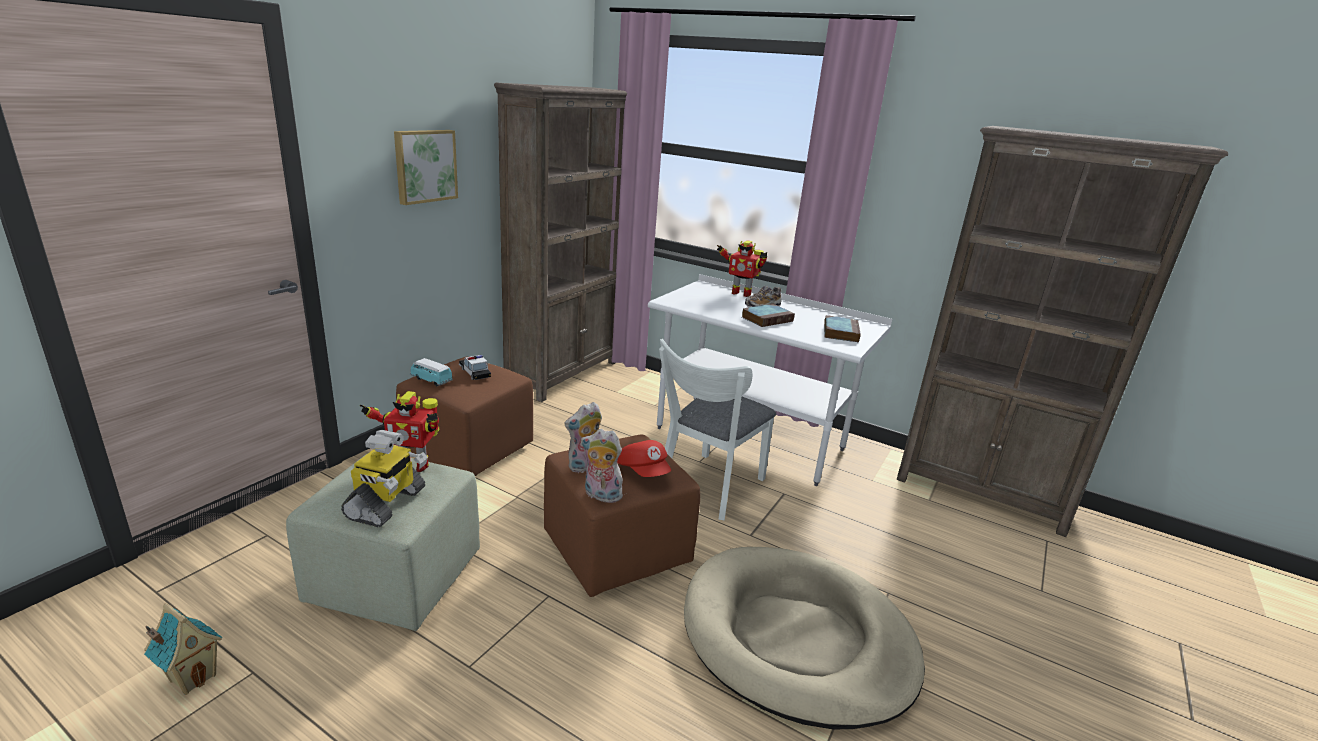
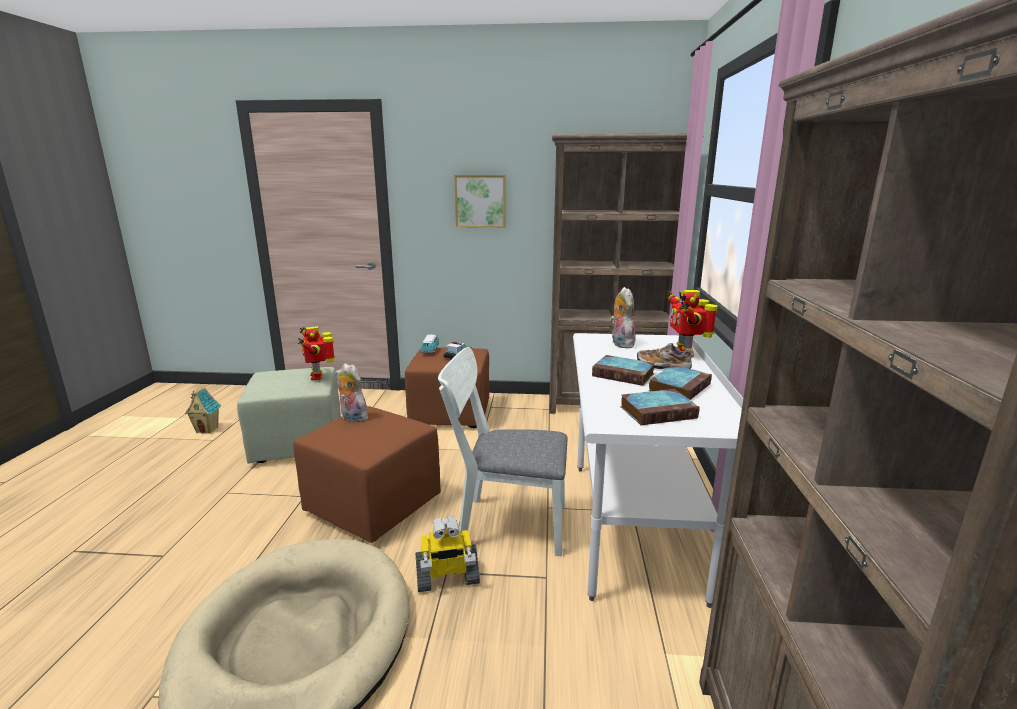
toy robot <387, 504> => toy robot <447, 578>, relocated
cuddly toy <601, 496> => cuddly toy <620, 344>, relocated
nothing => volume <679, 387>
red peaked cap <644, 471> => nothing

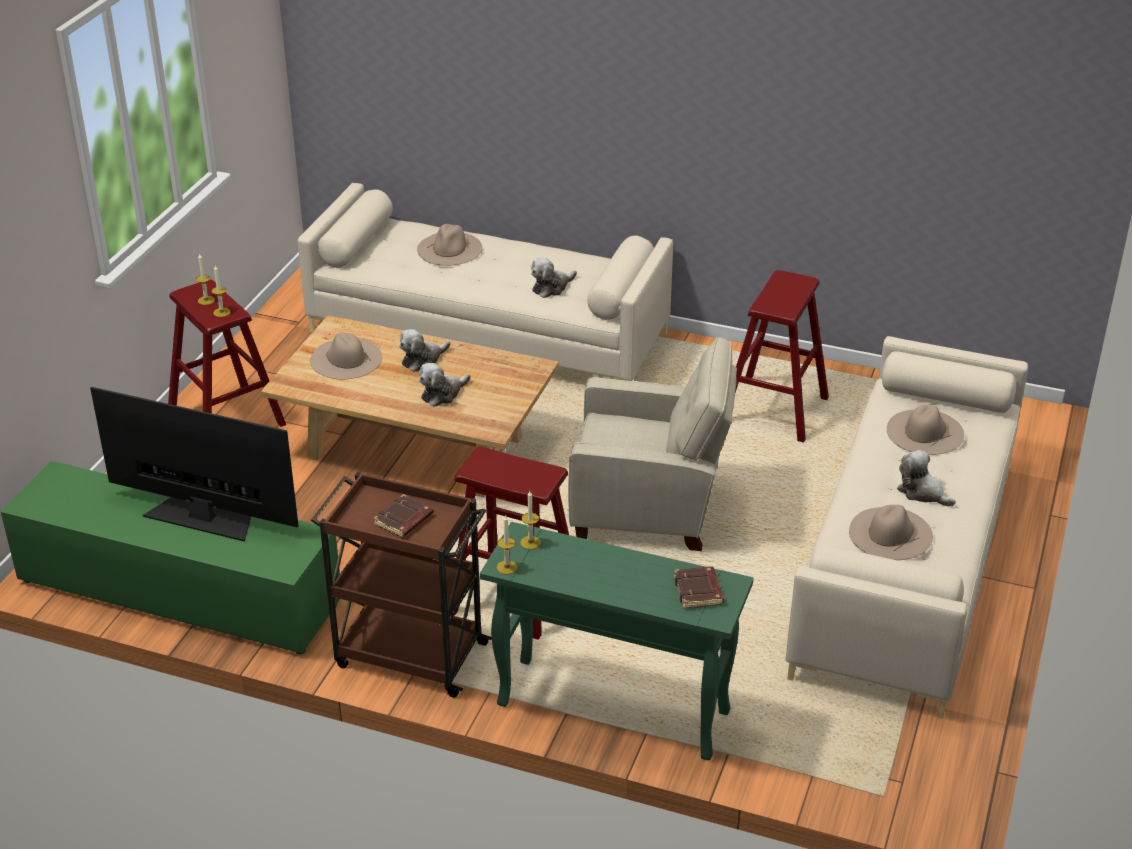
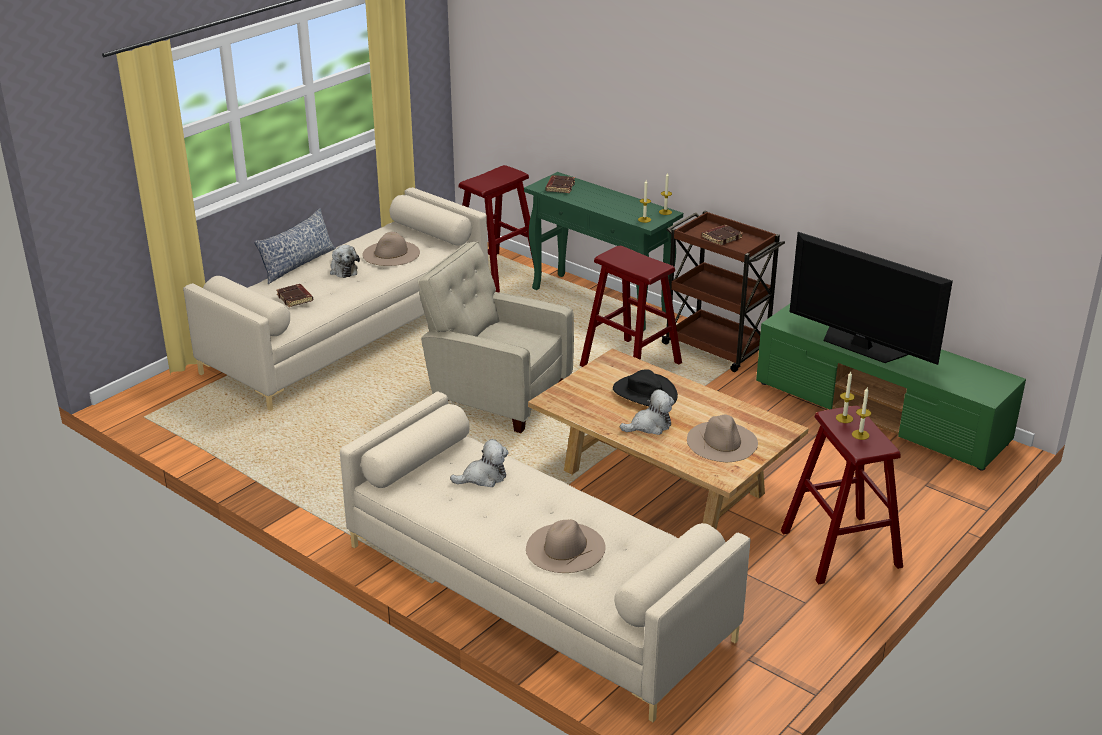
nothing => pillow <297, 264>
beige-coloured wearable hat <925, 432> => brownish volume <295, 298>
red stool seat <774, 410> => red stool seat <496, 273>, relocated
cuddly toy <442, 394> => black wearable hat <644, 393>

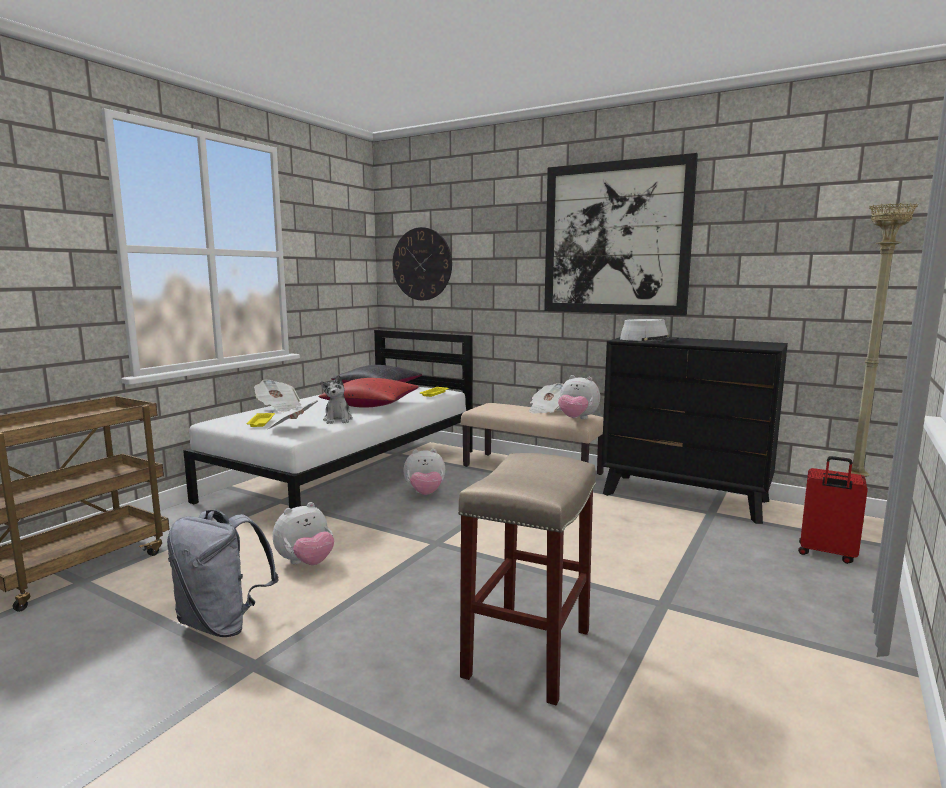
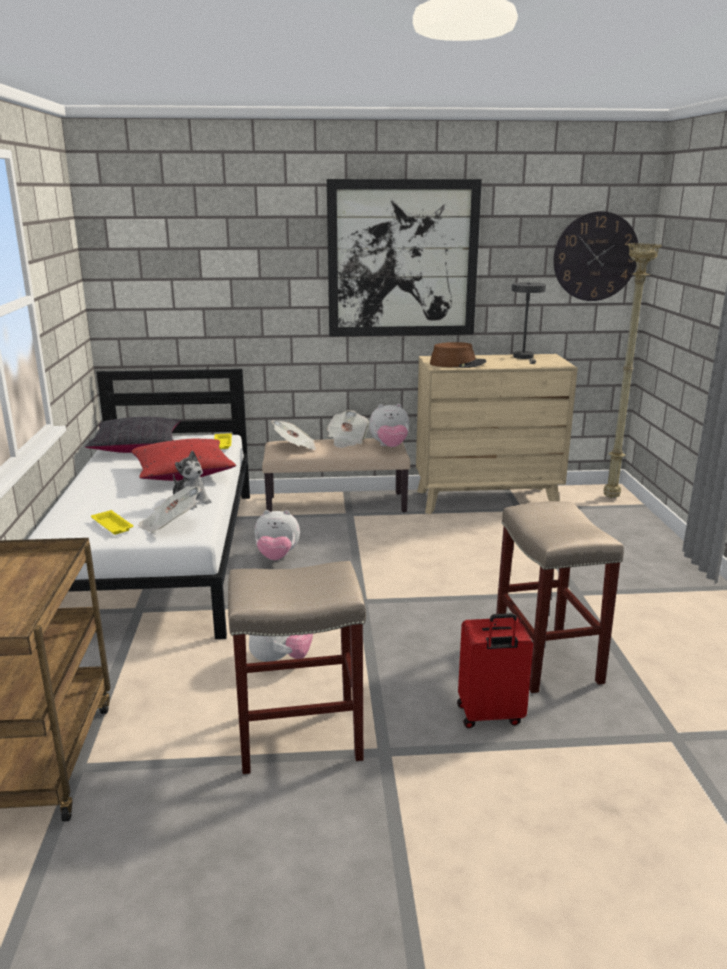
gray rucksack <223, 623> => beige-coloured stool seat <301, 736>
cuddly toy <425, 494> => cuddly toy <277, 557>, 45 degrees clockwise
daily paper <278, 407> => daily paper <295, 447>, relocated
black dresser <684, 497> => beige-coloured dresser <487, 500>
gray wearable hat <649, 340> => brownish wearable hat <457, 363>
red piece of luggage <826, 554> => red piece of luggage <490, 716>, relocated
nothing => gray table lamp <524, 357>
clock on the wall <422, 264> => clock on the wall <595, 256>, relocated

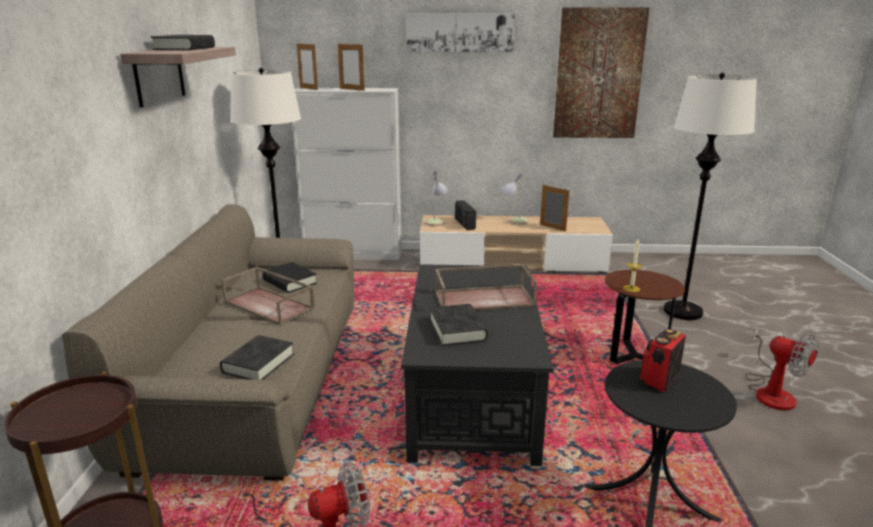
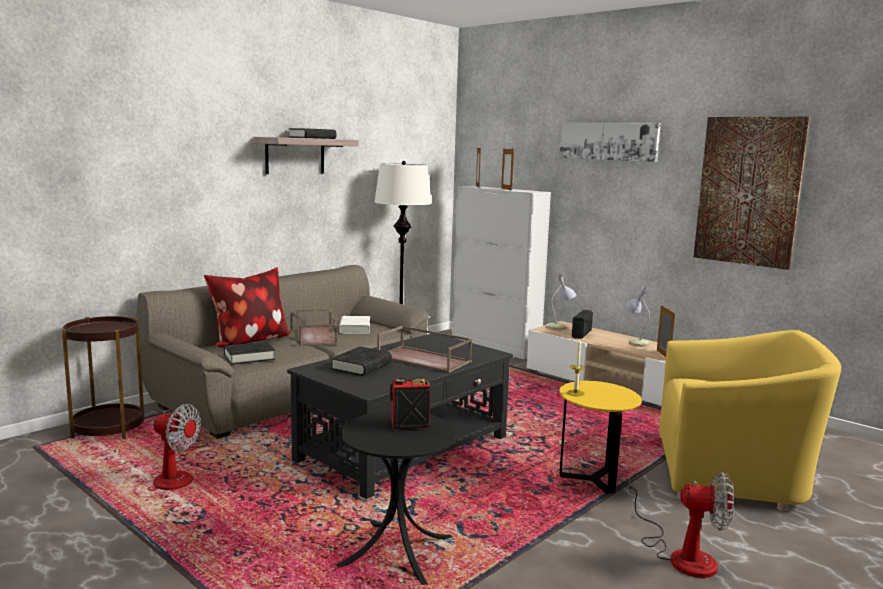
nothing => pillow <249, 341>
black volume <290, 282> => white-coloured volume <354, 329>
brownish accent table <634, 356> => yellow-coloured accent table <593, 480>
cooling fan <771, 392> => cooling fan <681, 555>, 75 degrees counterclockwise
white-coloured standard lamp <683, 311> => yellow-coloured easy chair <731, 473>

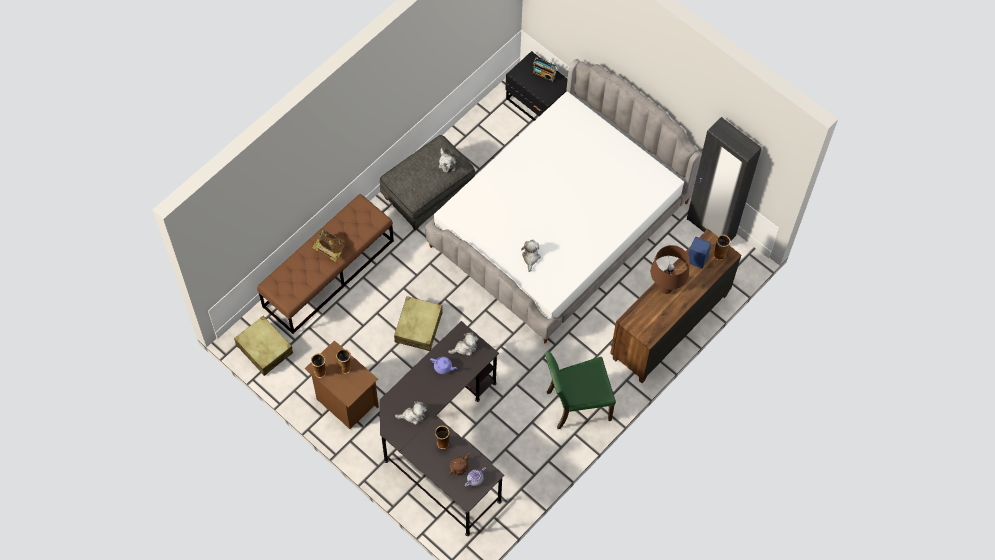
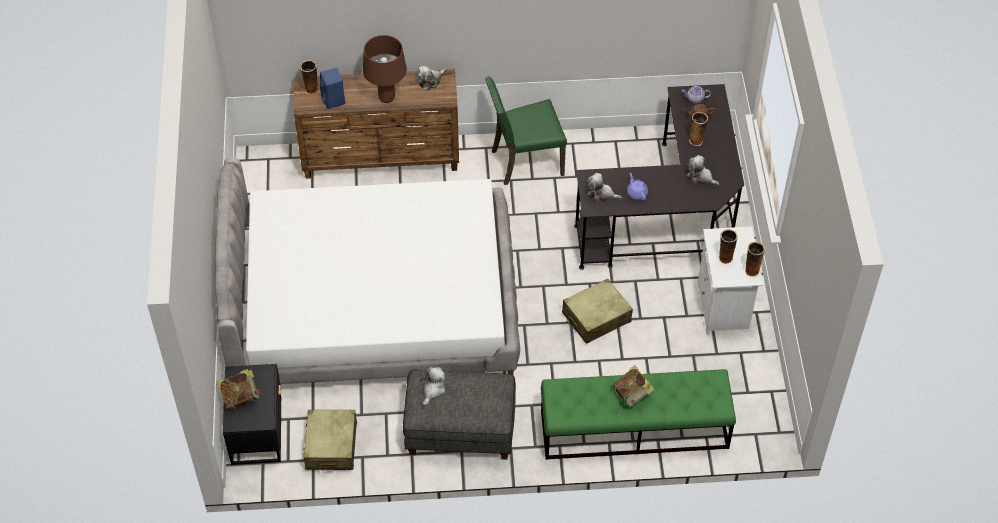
radio receiver <544, 75> => volume <241, 397>
beige-coloured piece of luggage <264, 349> => beige-coloured piece of luggage <331, 446>, relocated
cuddly toy <530, 257> => cuddly toy <431, 81>, relocated
green plain chair <576, 404> => green plain chair <525, 161>, 135 degrees clockwise
brownish bench <329, 273> => green bench <633, 430>
brownish bedside table <345, 402> => white-coloured bedside table <724, 307>
black armoire <710, 228> => nothing

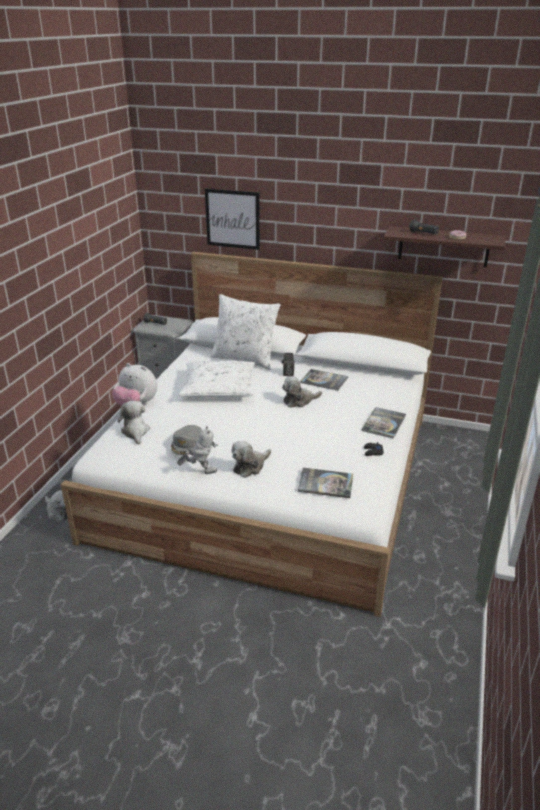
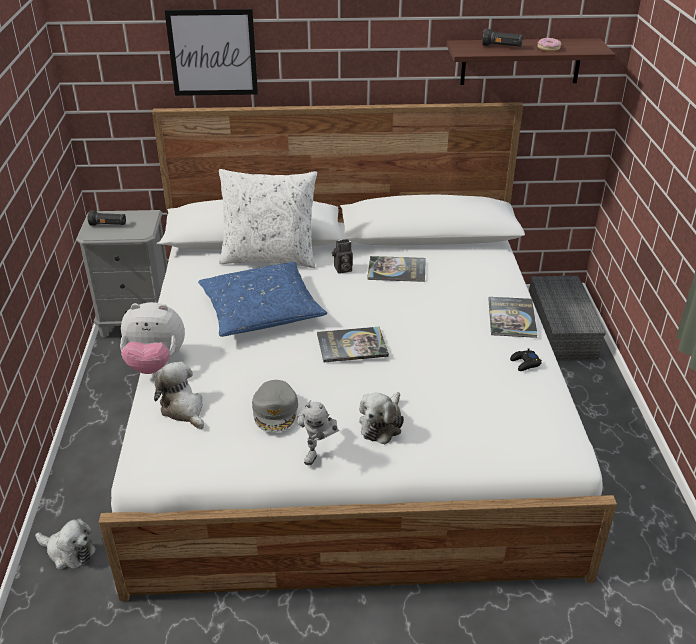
white-coloured pillow <218, 388> => blue pillow <261, 310>
toy robot <200, 472> => toy robot <318, 451>, 135 degrees clockwise
volume <325, 483> => volume <352, 345>, relocated
nothing => gray storage box <559, 329>
cuddly toy <299, 401> => nothing

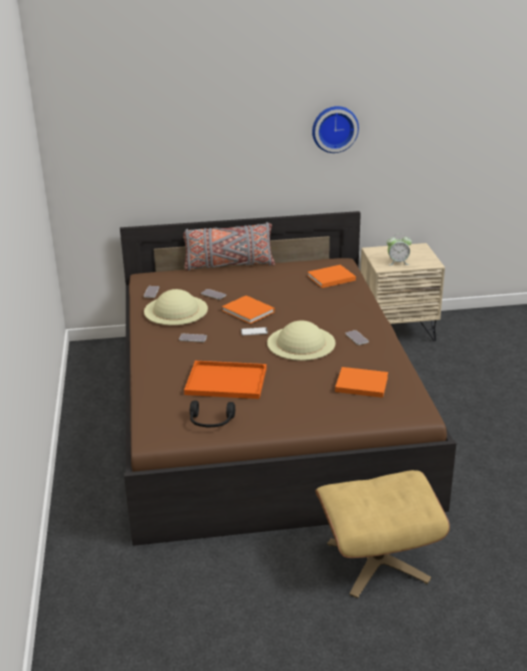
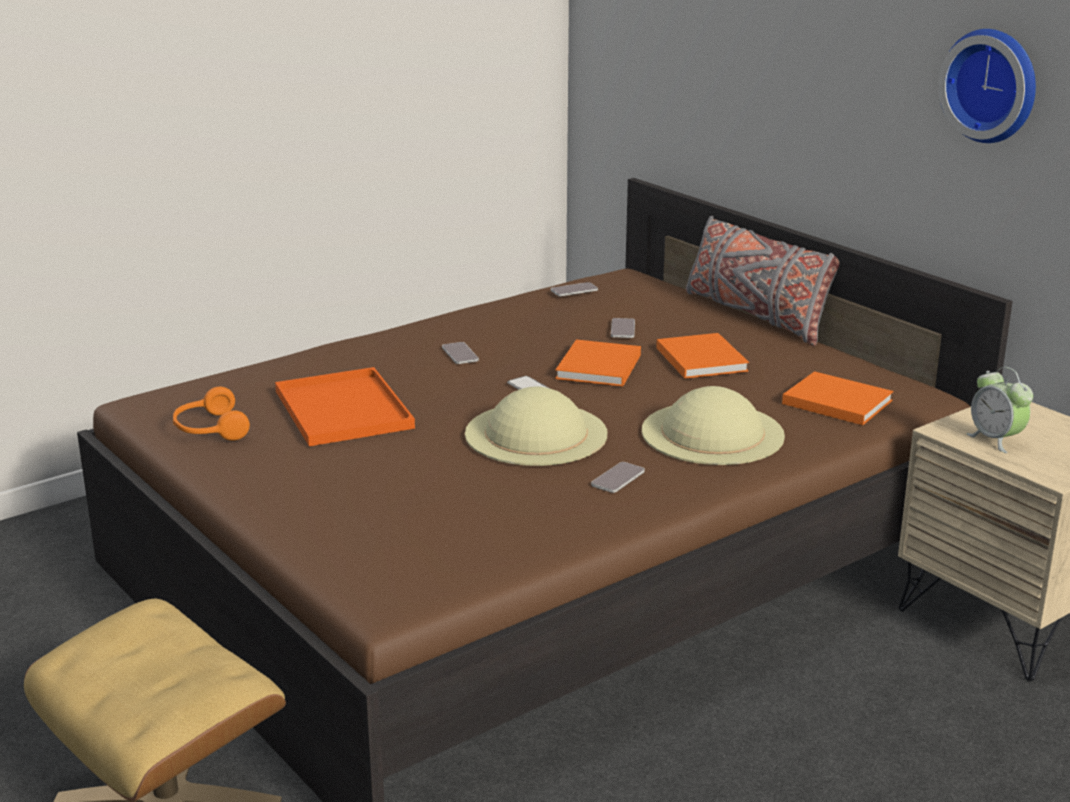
black pair of headphones <211, 422> => orangey pair of headphones <209, 430>
beige-coloured wearable hat <175, 310> => beige-coloured wearable hat <712, 433>, relocated
orangey volume <360, 384> => orangey volume <700, 358>, relocated

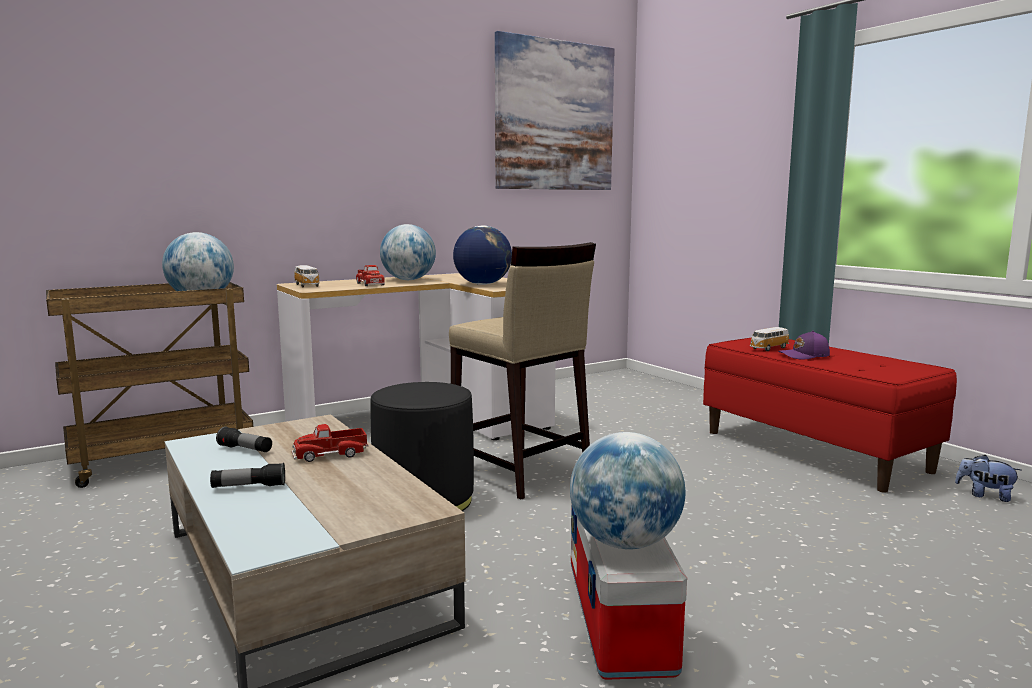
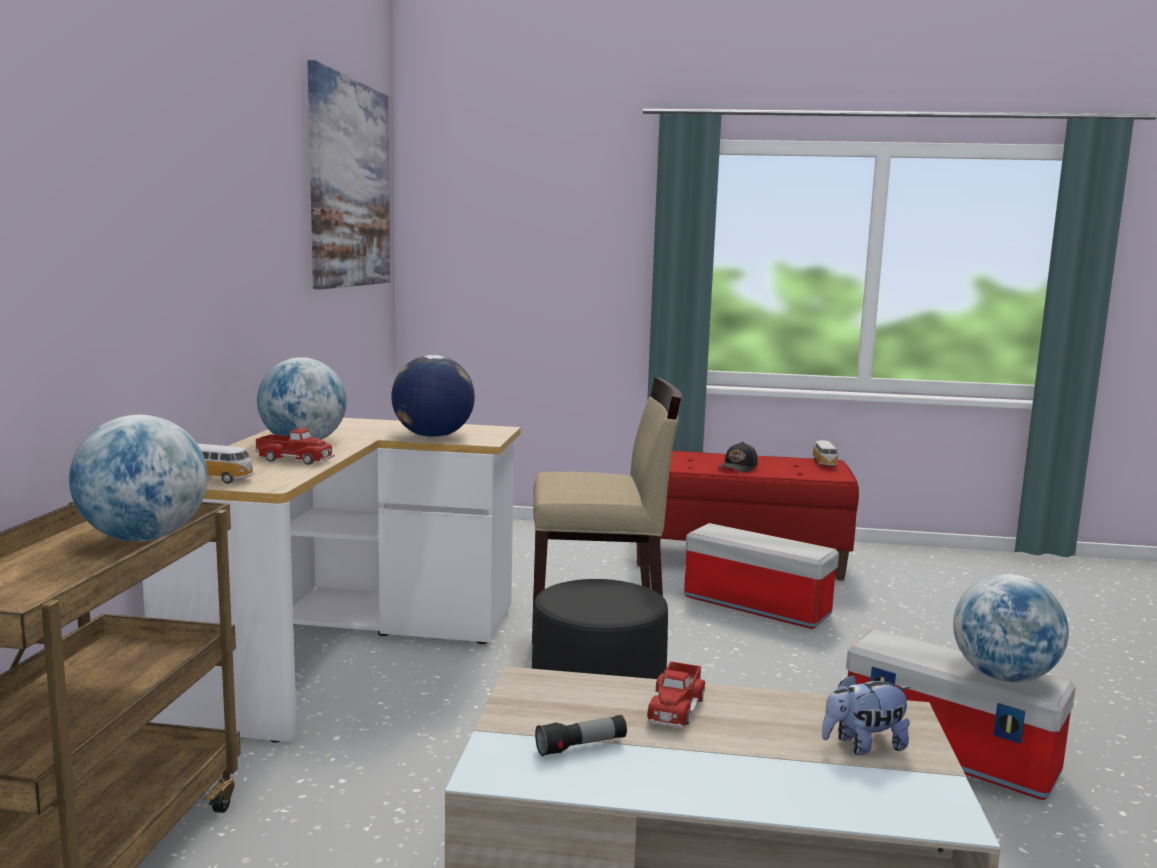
nothing => storage box <754, 606>
purplish peaked cap <804, 356> => black peaked cap <738, 467>
model car <768, 348> => model car <824, 463>, relocated
cuddly toy <985, 495> => cuddly toy <863, 746>, relocated
hand torch <249, 487> => nothing

